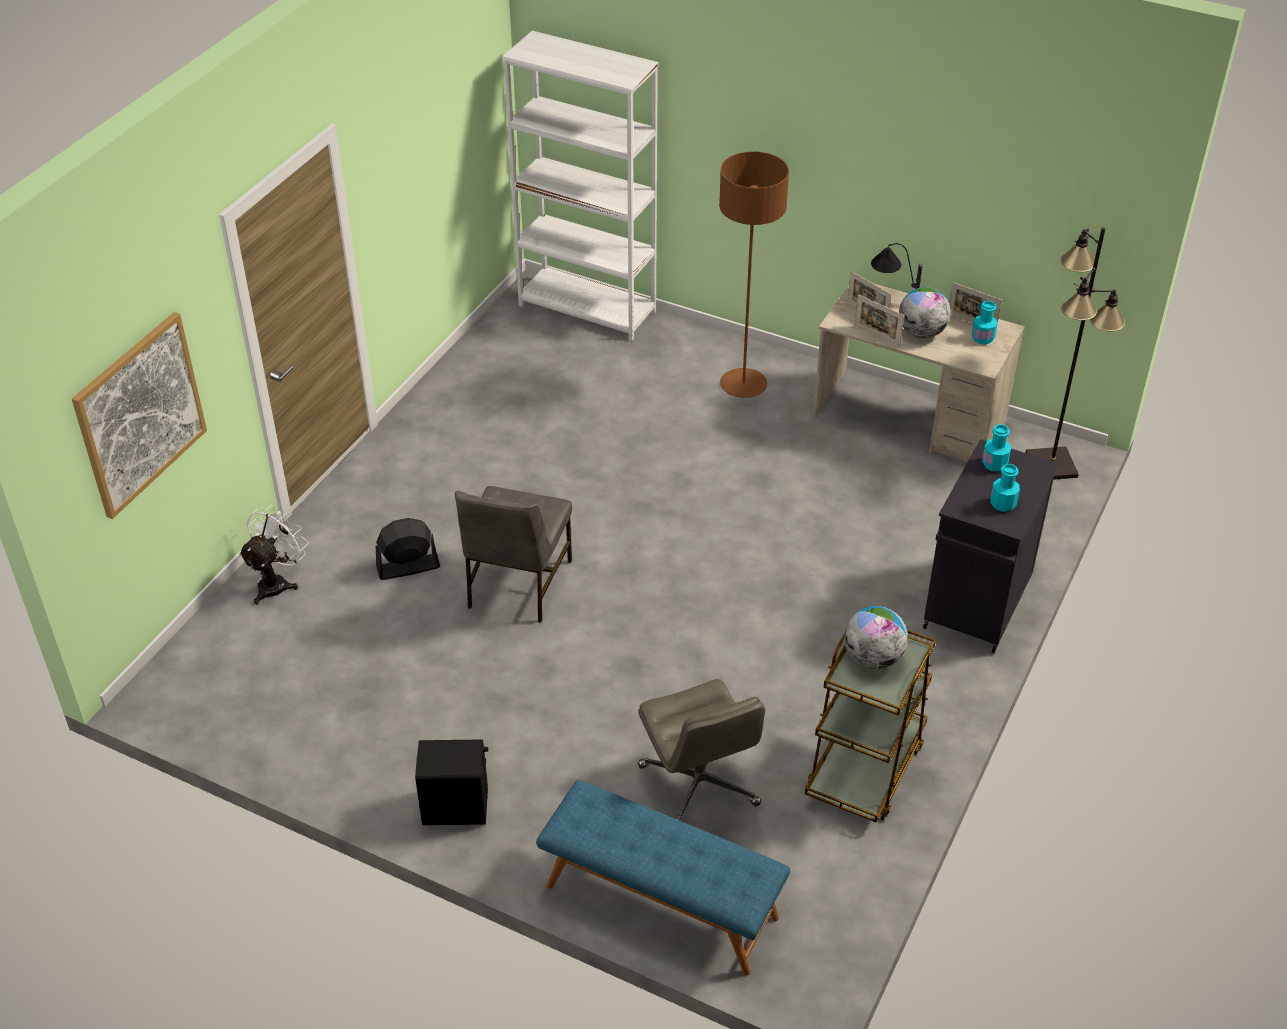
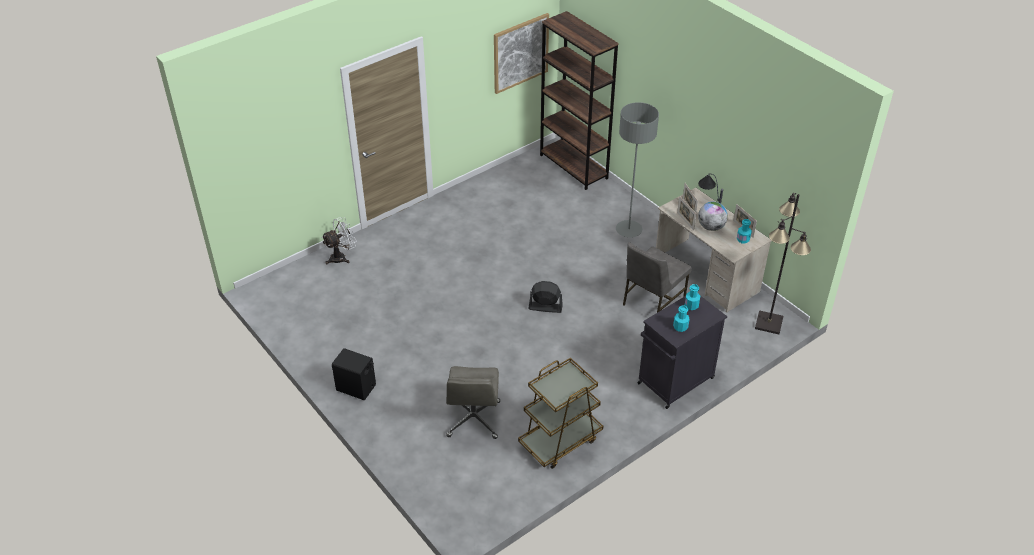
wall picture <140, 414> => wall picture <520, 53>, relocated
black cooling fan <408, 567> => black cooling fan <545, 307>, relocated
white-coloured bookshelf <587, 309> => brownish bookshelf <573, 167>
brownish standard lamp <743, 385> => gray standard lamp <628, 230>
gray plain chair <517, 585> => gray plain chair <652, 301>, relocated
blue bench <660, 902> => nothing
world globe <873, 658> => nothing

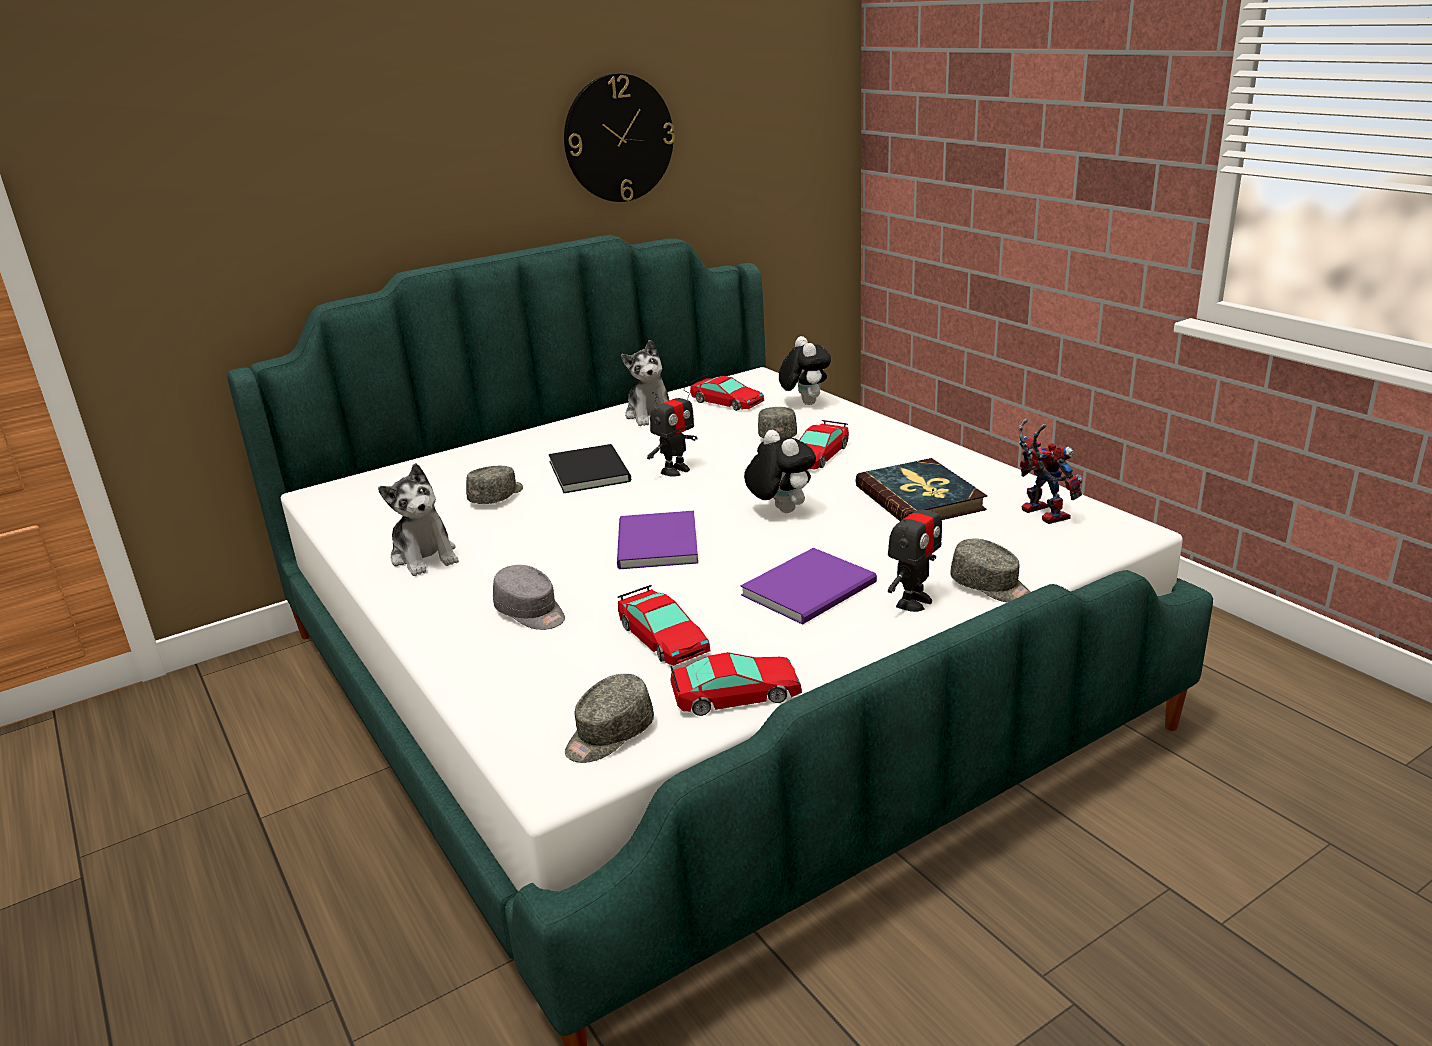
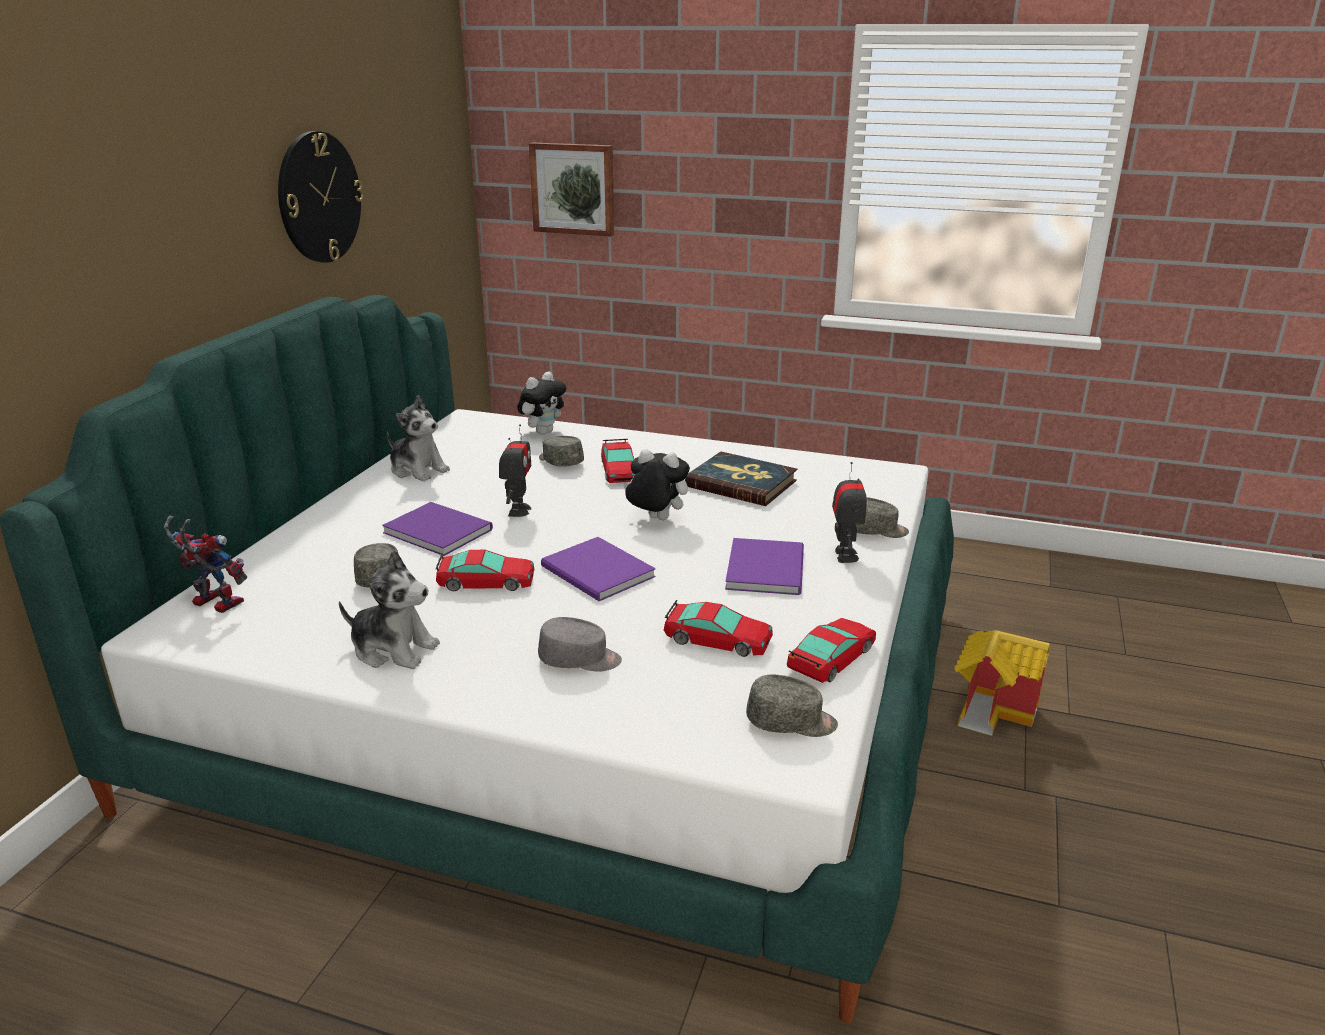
toy robot <1039, 513> => toy robot <211, 603>, relocated
black volume <591, 470> => purplish volume <437, 529>
model car <726, 402> => model car <486, 582>, relocated
cuddly toy <804, 403> => cuddly toy <543, 431>, 90 degrees clockwise
nothing => wall picture <573, 189>
gray peaked cap <608, 735> => gray peaked cap <791, 722>, 90 degrees counterclockwise
nothing => toy house <993, 710>

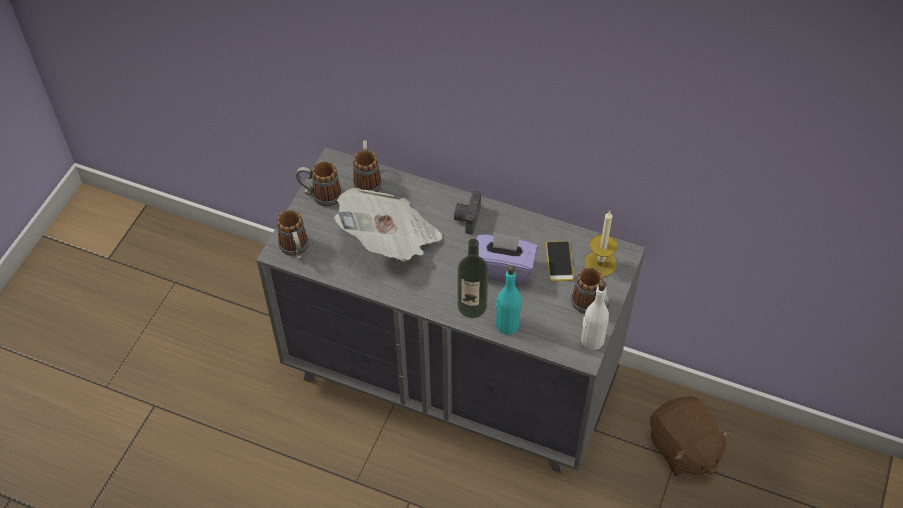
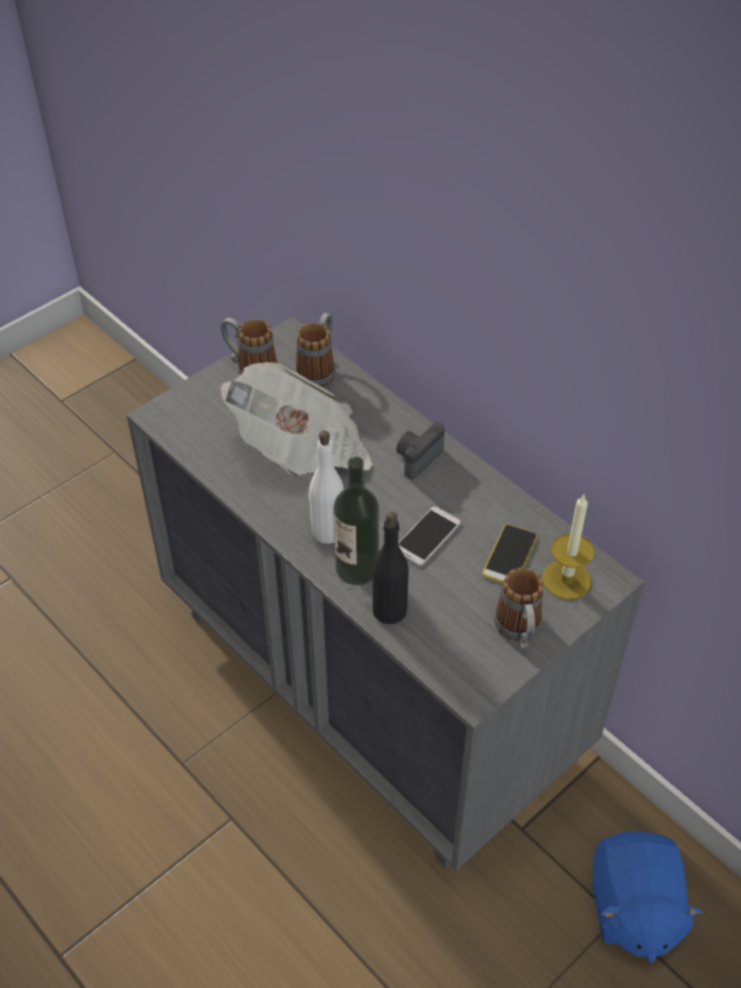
white-coloured bottle <592, 340> => white-coloured bottle <327, 531>, relocated
turquoise-coloured bottle <507, 324> => black bottle <389, 610>
purplish tissue box <503, 268> => telephone <427, 536>
brownish cuddly toy <682, 448> => blue cuddly toy <633, 909>
coffee mug <295, 250> => nothing

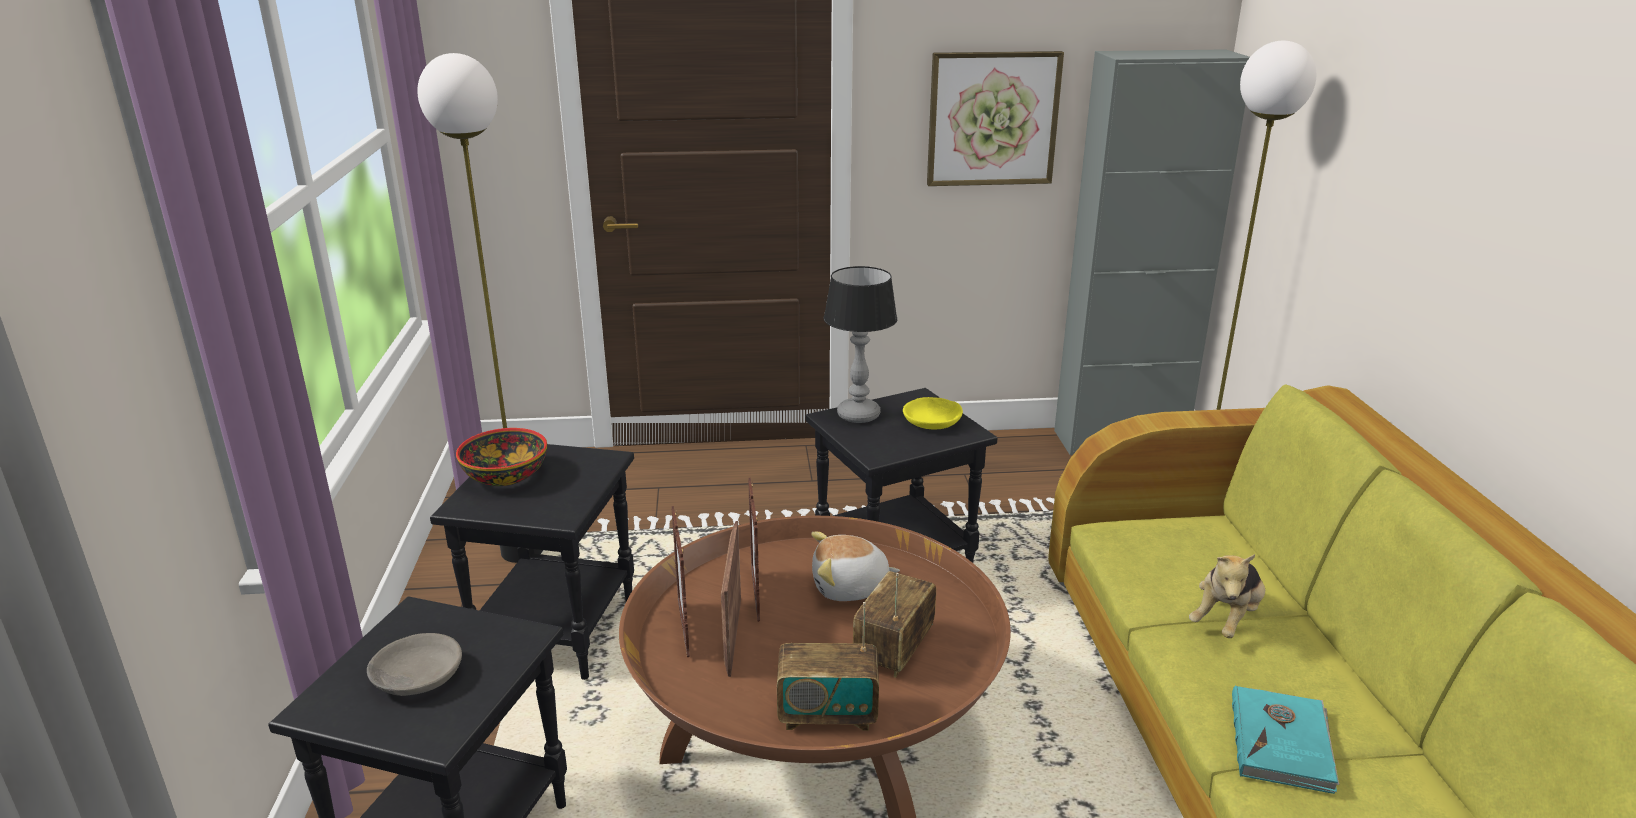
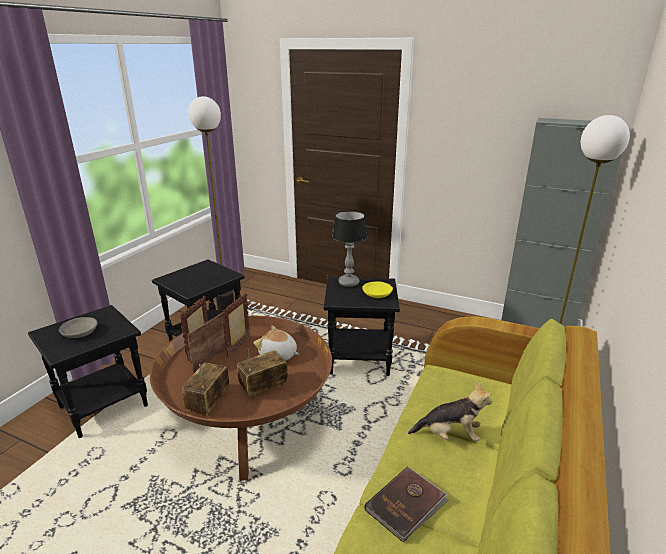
radio receiver <827, 714> => radio receiver <208, 402>, 75 degrees clockwise
turquoise-coloured volume <1282, 742> => brownish volume <406, 505>
cuddly toy <1226, 619> => cuddly toy <450, 435>, 150 degrees counterclockwise
serving bowl <505, 475> => nothing
wall picture <992, 119> => nothing

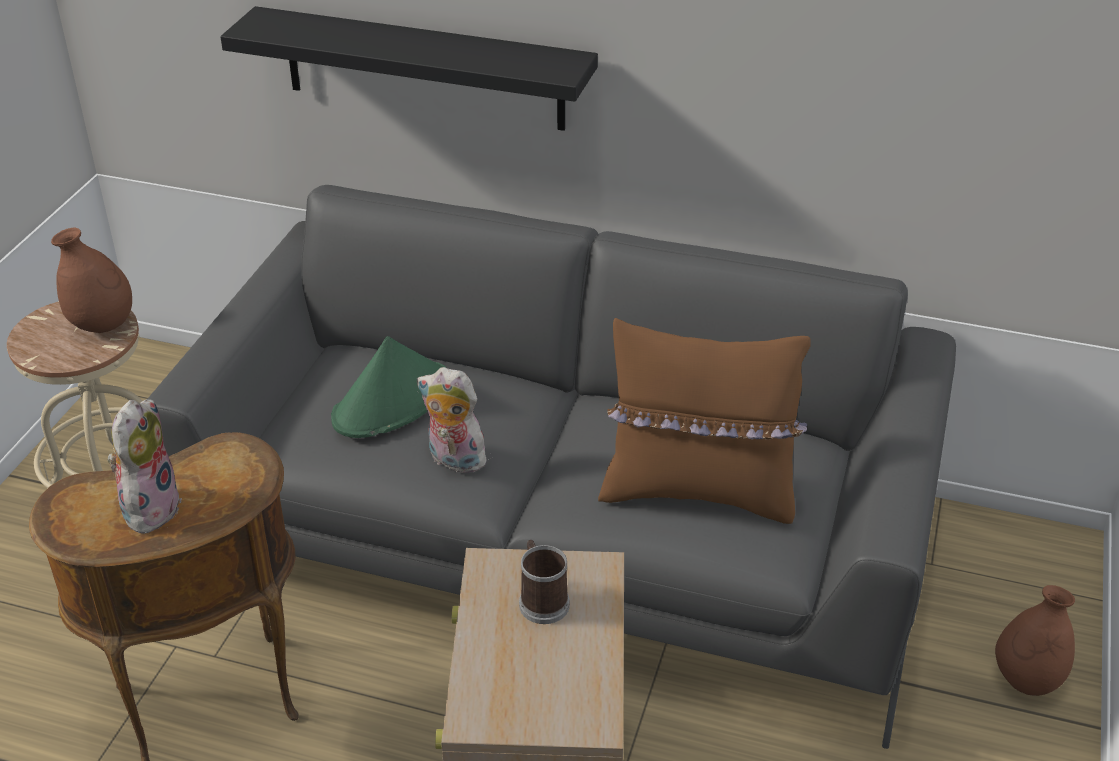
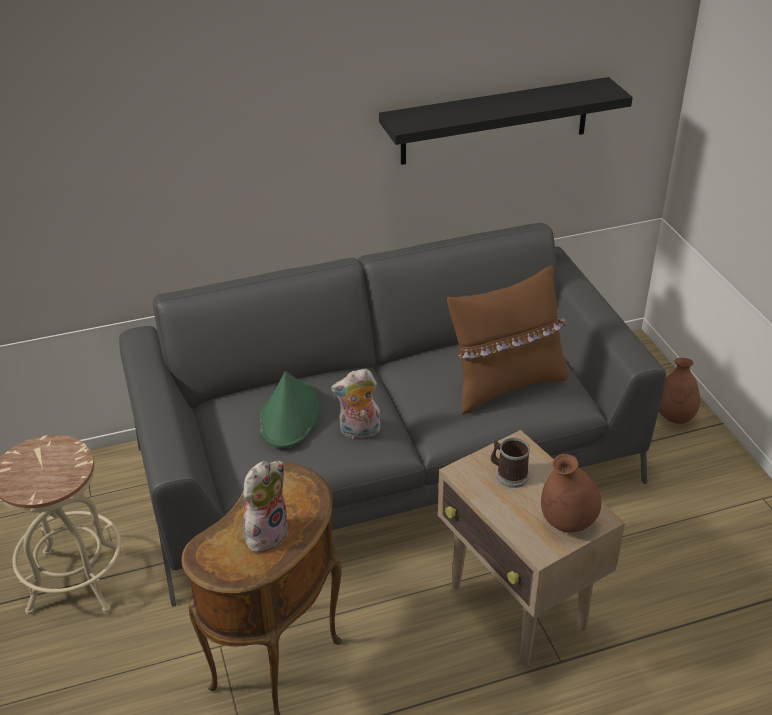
cuddly toy <150, 507> => cuddly toy <265, 532>, 60 degrees clockwise
black bracket shelf <423, 69> => black bracket shelf <495, 121>, relocated
brownish decorative vase <102, 325> => brownish decorative vase <567, 523>, relocated

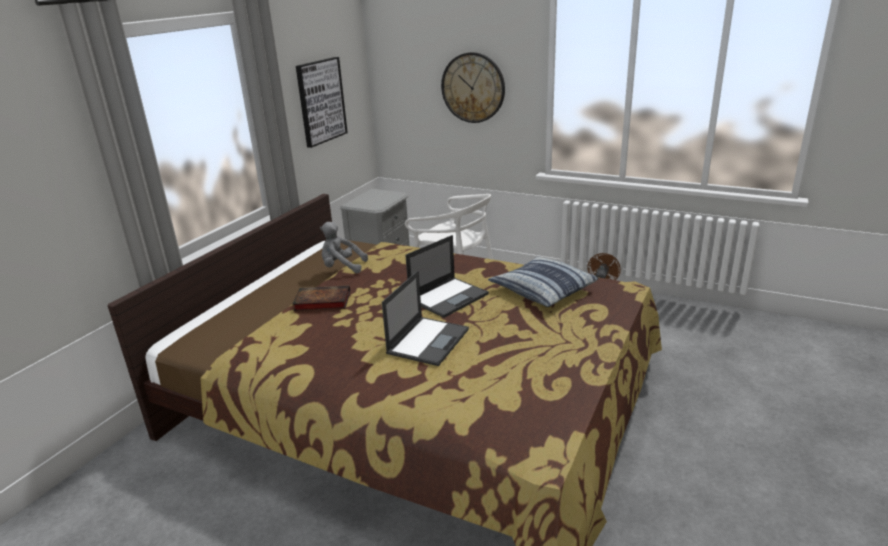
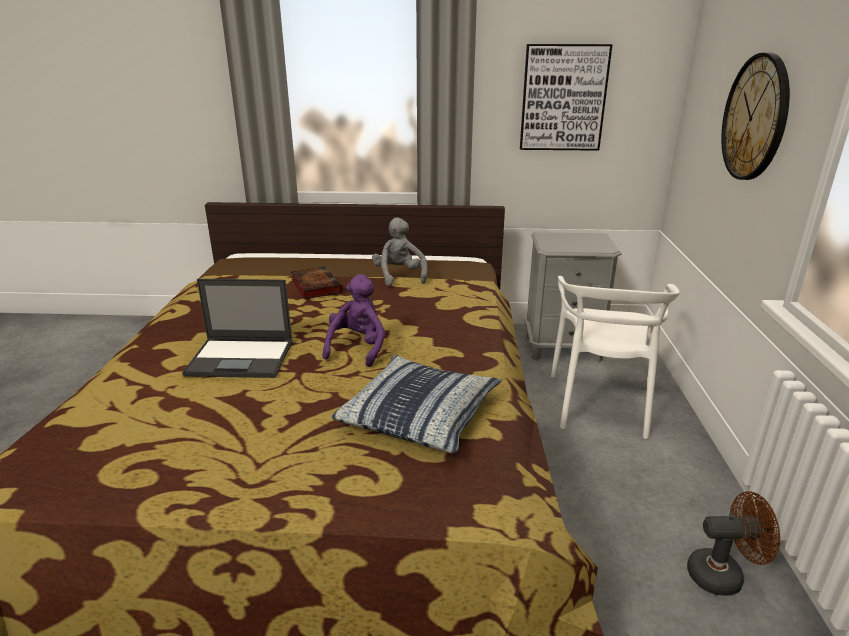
laptop <449, 297> => purplish cuddly toy <357, 348>

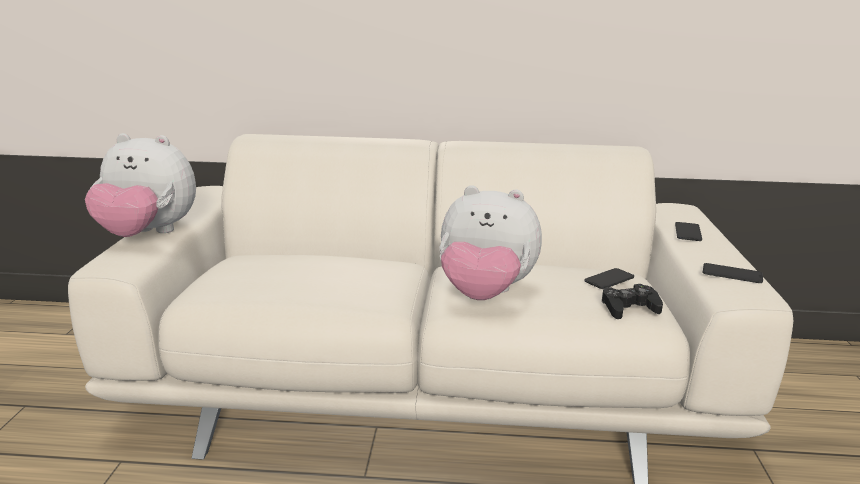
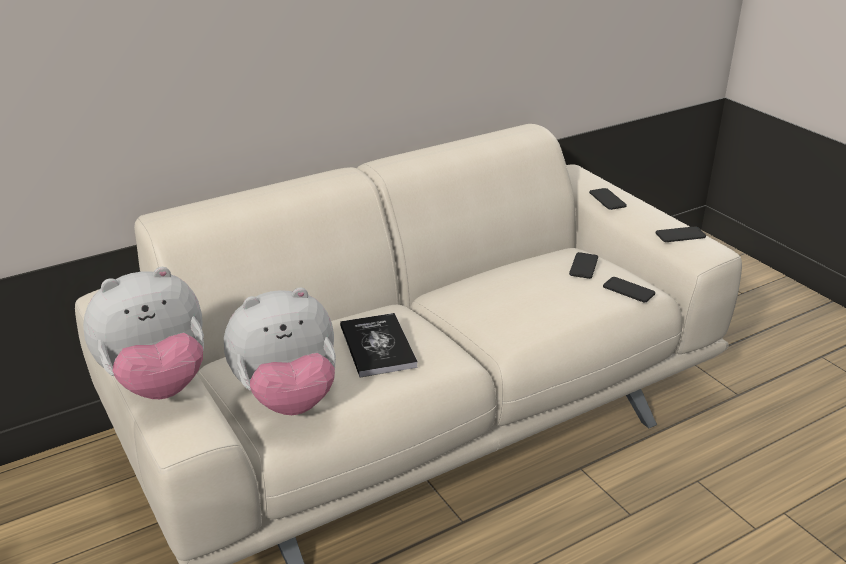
cuddly toy <485, 294> => cuddly toy <287, 398>, relocated
nothing => volume <377, 346>
black game controller <629, 308> => telephone <628, 290>

